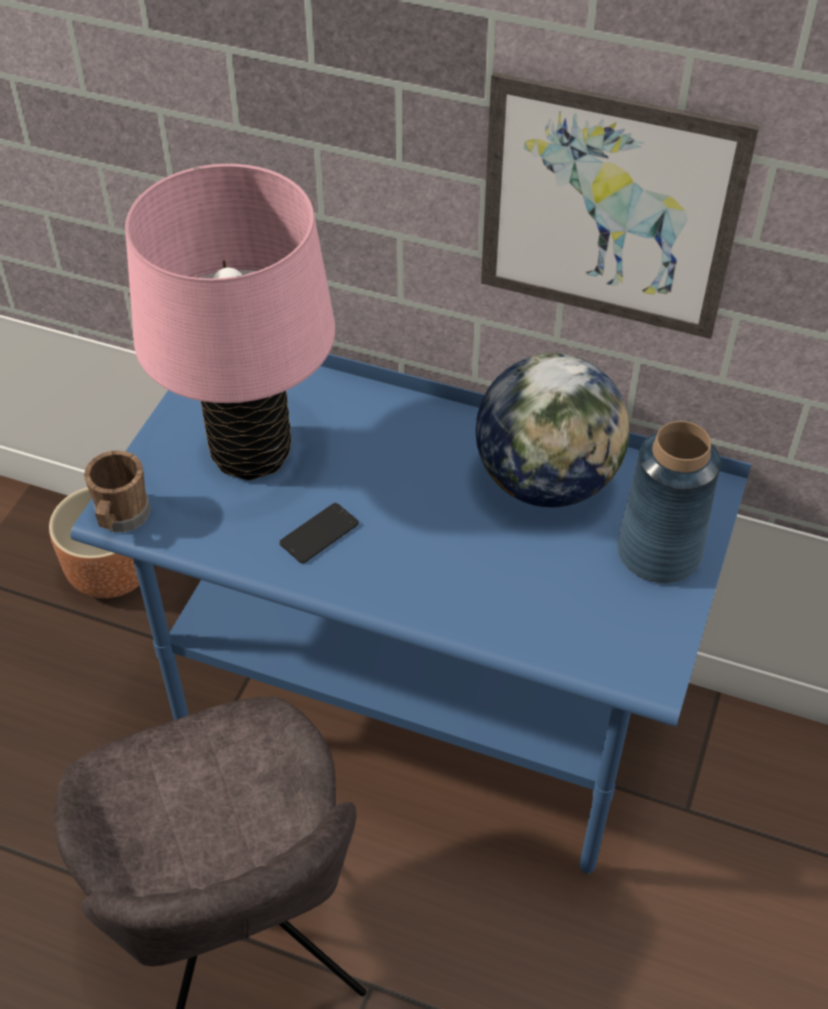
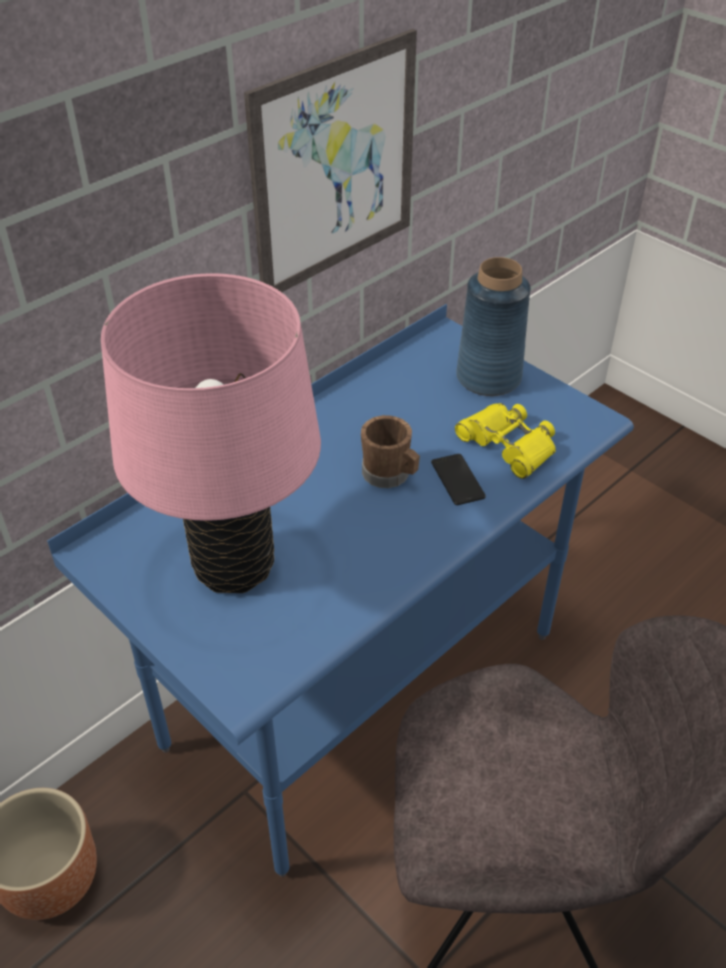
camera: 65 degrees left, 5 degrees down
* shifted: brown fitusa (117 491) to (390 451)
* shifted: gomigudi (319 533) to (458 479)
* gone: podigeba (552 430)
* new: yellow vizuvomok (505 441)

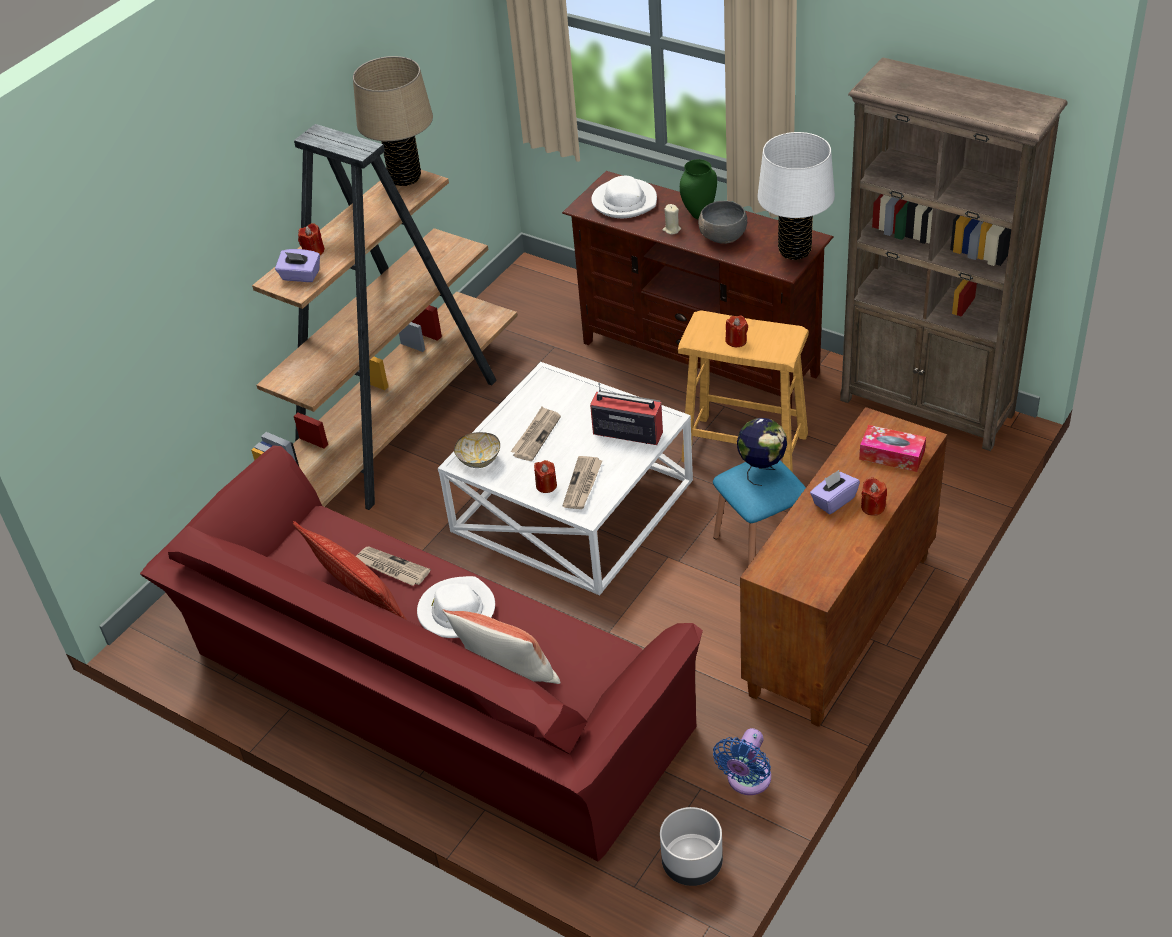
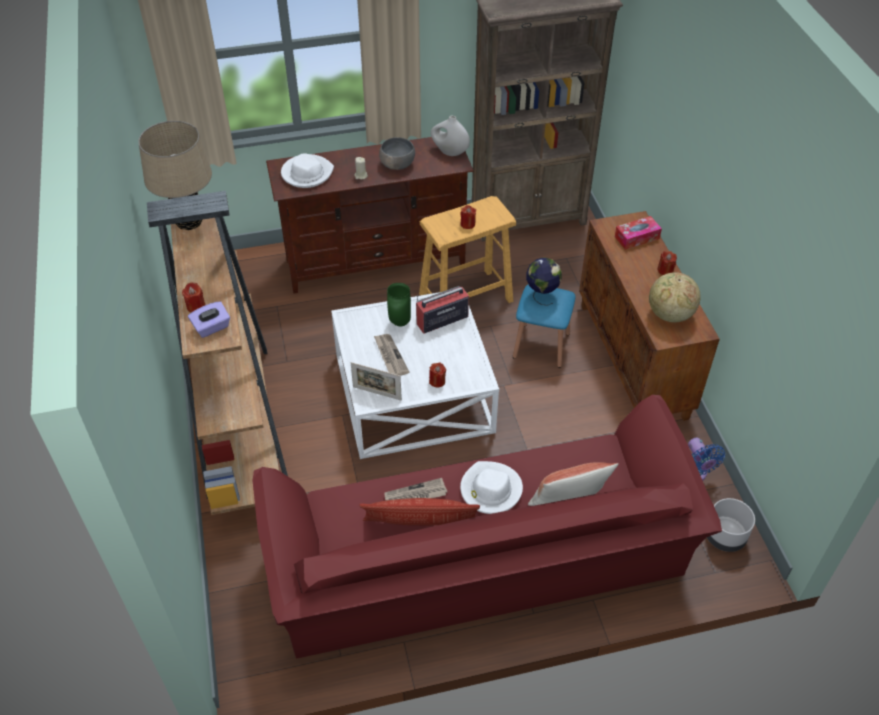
camera: 50 degrees left, 5 degrees up
* swapped: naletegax (477 450) to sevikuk (376 381)
* gone: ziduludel (582 482)
* shifted: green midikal (698 189) to (399 304)
* swapped: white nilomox (796 196) to white midikal (450 135)
* gone: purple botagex (835 492)
* new: podigeba (675 297)

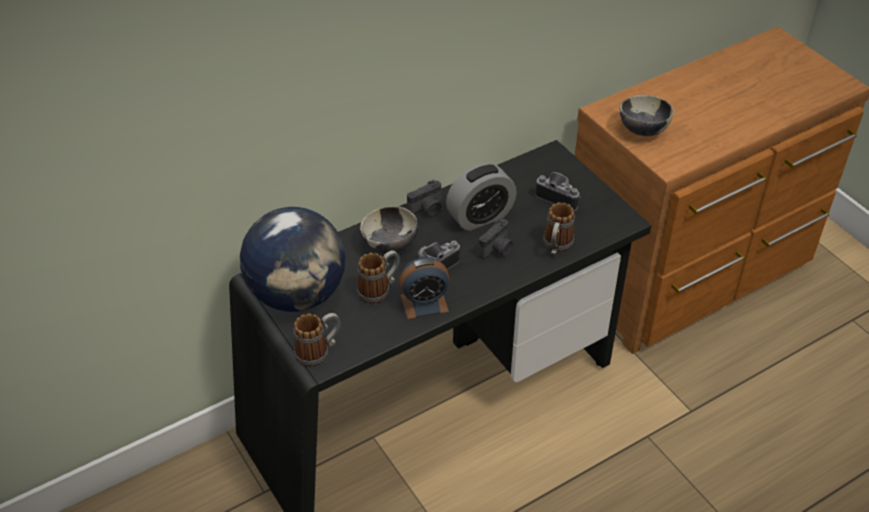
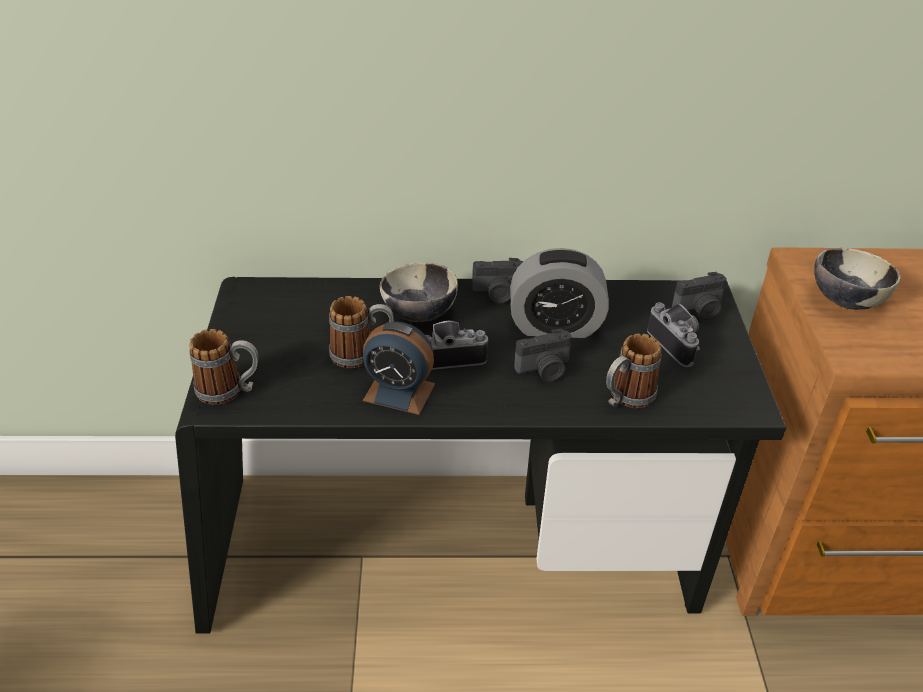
camera: 30 degrees right, 5 degrees down
* gone: podigeba (293 259)
* new: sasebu (699 296)

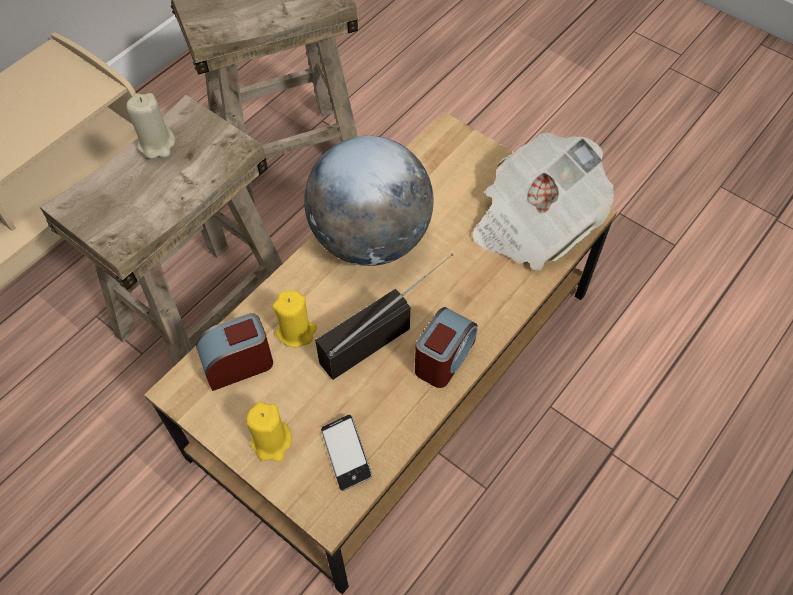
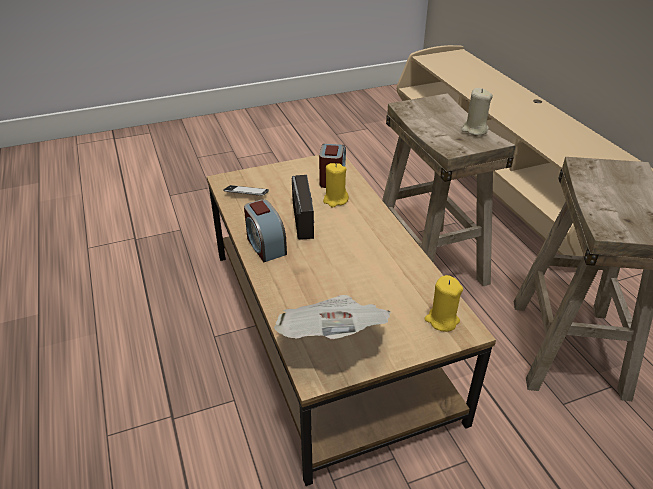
camera: 120 degrees right, 20 degrees down
* shifted: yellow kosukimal (269 432) to (444 303)
* gone: podigeba (369 201)

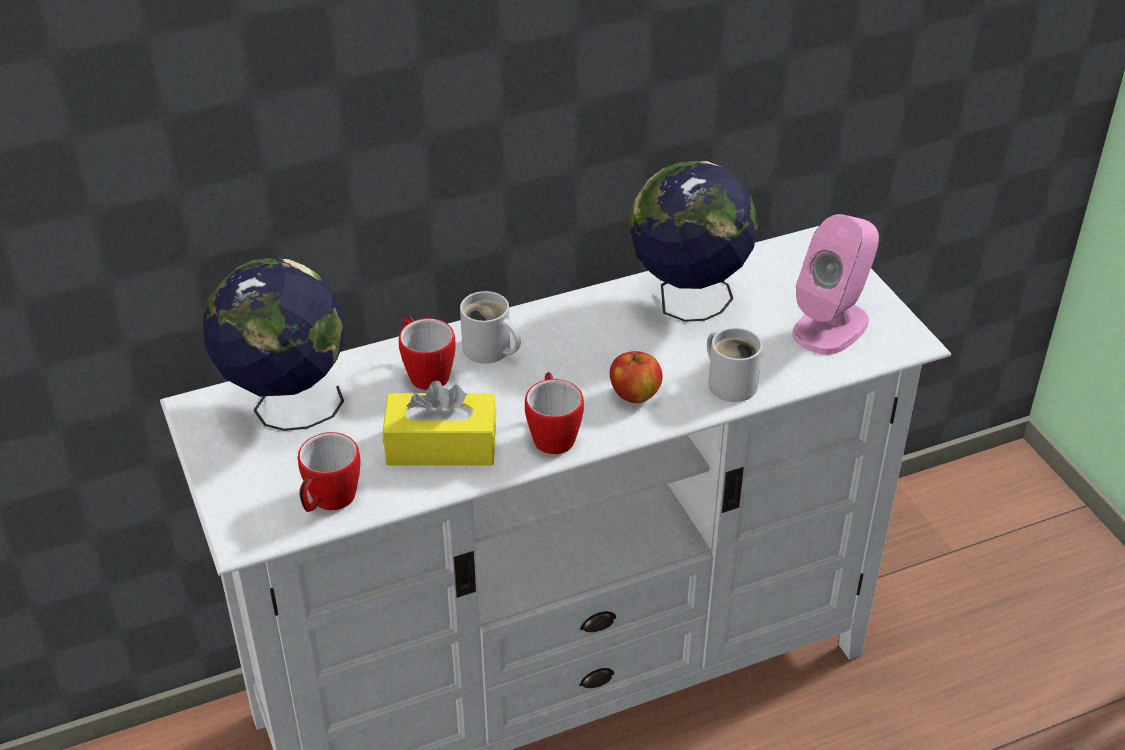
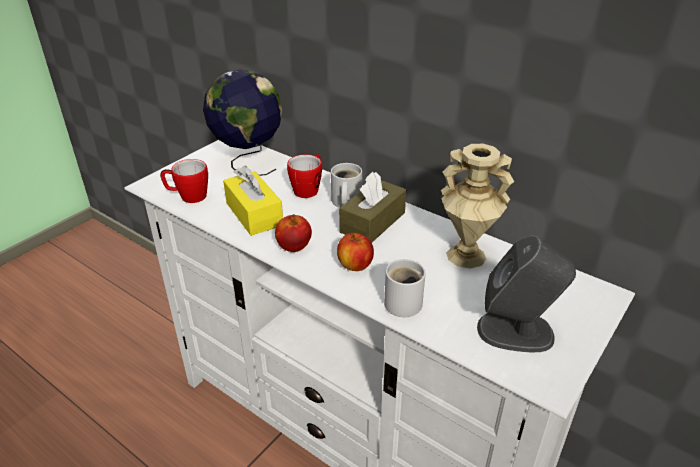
camera: 60 degrees right, 5 degrees down
* swapped: fitusa (554 413) to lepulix (293 233)
* swapped: podigeba (693 241) to beige midikal (477 206)
* repainted: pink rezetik (835 284) to grey rezetik (526 293)
* new: brown botagex (372 207)

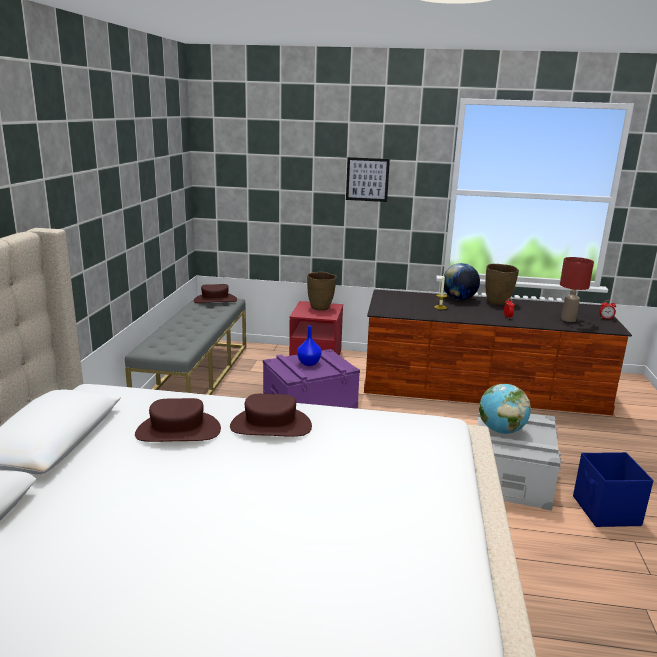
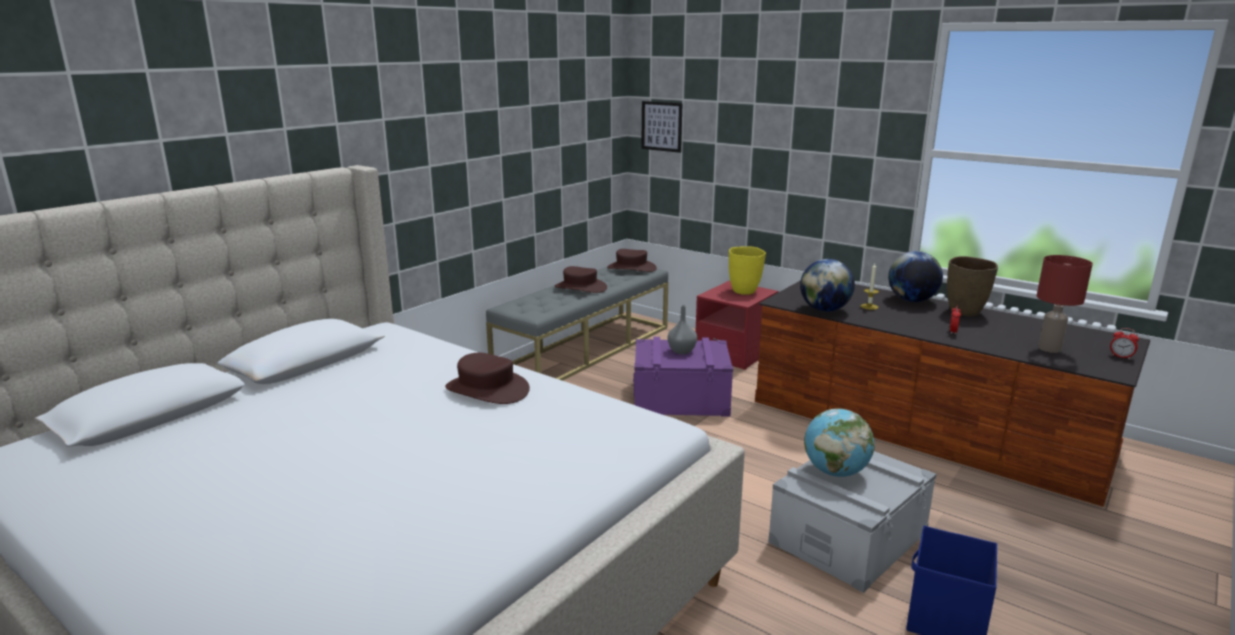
camera: 30 degrees right, 0 degrees up
* shifted: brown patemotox (178 420) to (581 279)
* repainted: blue midikal (309 346) to grey midikal (682 329)
* repainted: brown midikal (322 291) to yellow midikal (747 270)
* shifted: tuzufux (368 179) to (662 127)
* new: podigeba (827 285)

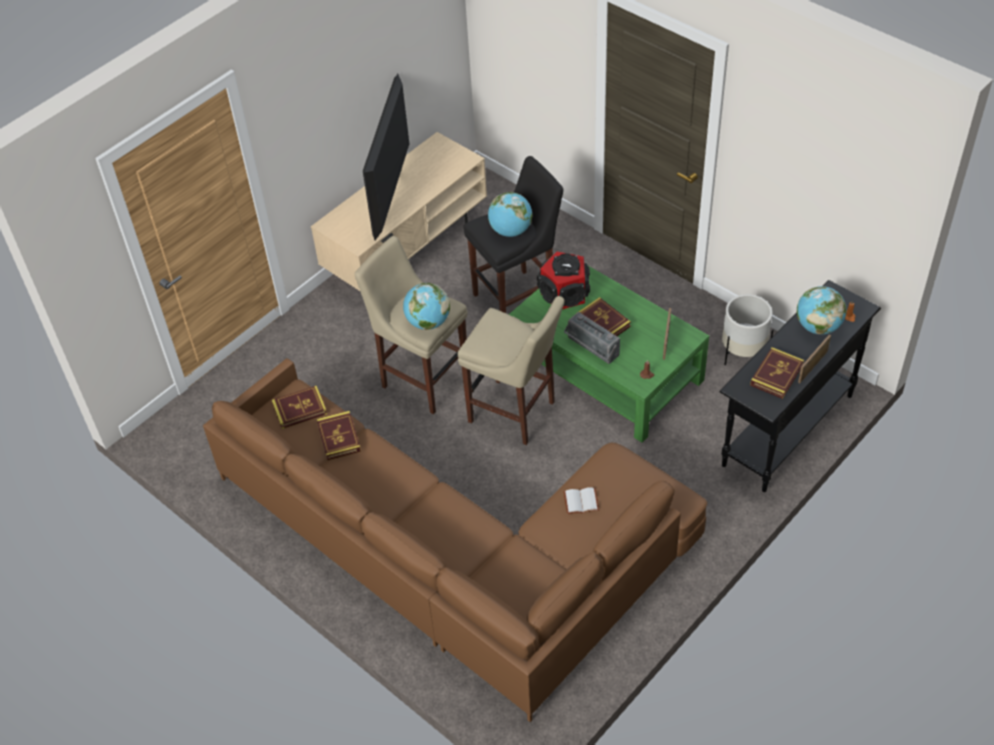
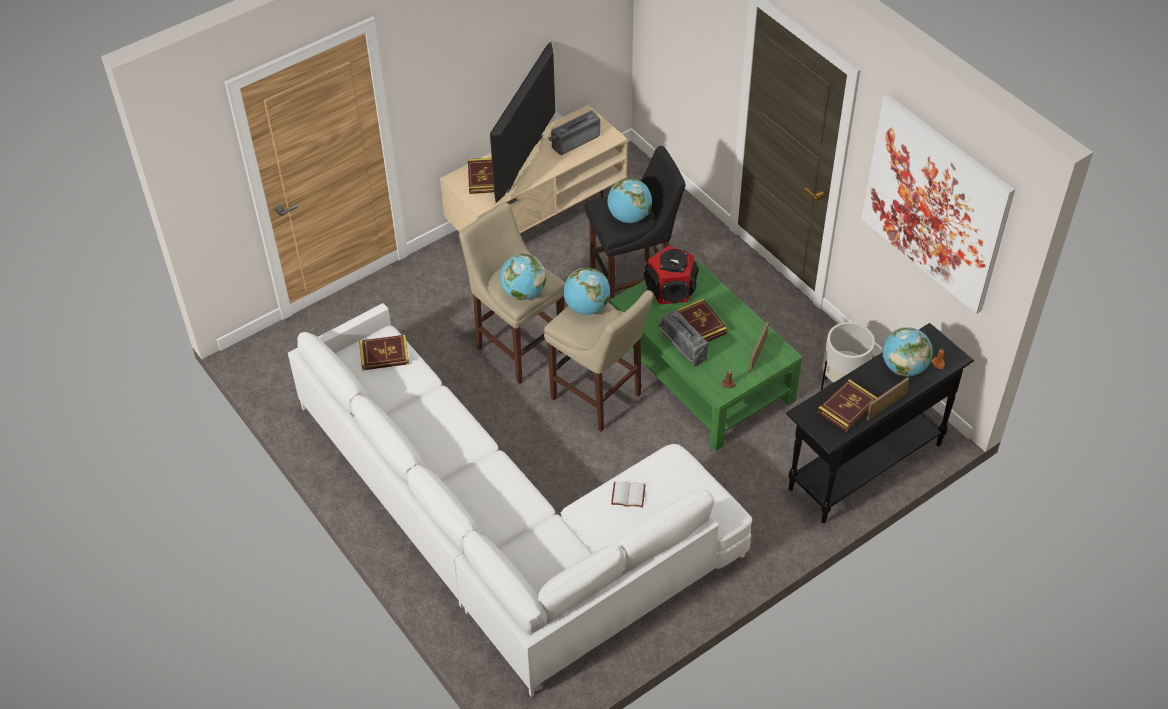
camera: 10 degrees right, 0 degrees up
* repainted: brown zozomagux (455 540) to white zozomagux (520 500)
* shifted: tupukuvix (339 435) to (481 176)
* new: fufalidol (574 132)
* new: podigeba (586 291)
* new: tuzufux (938 204)

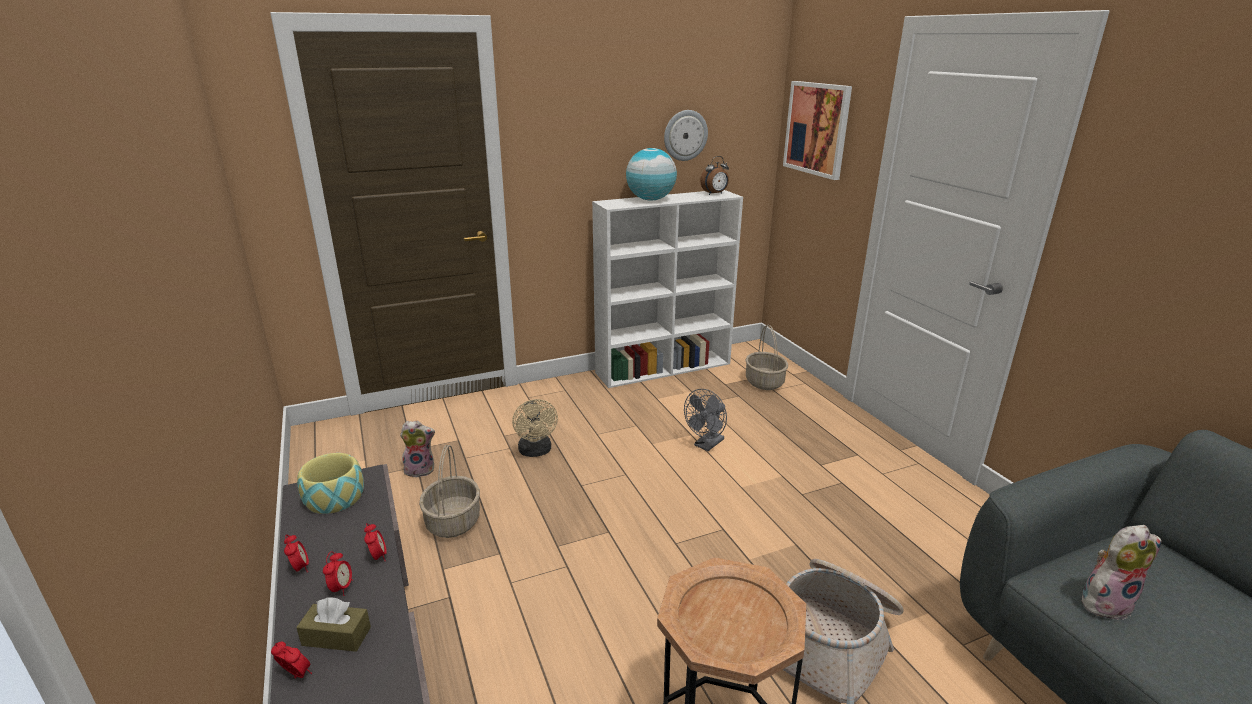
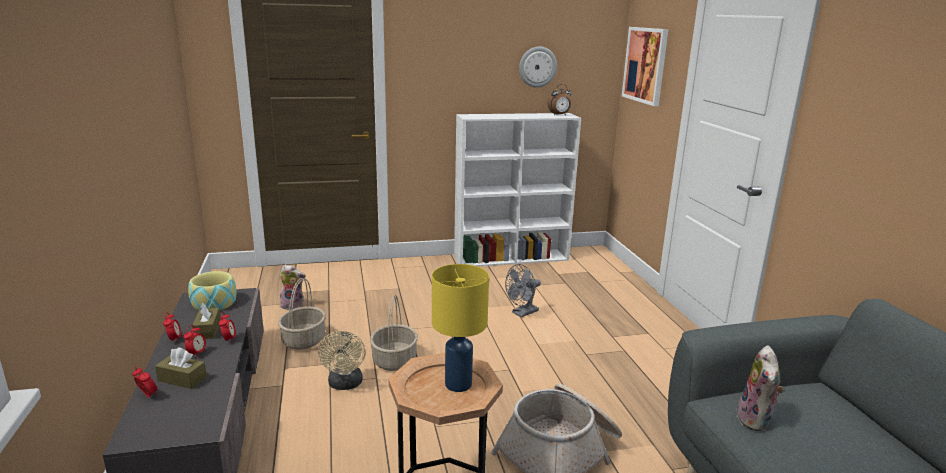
camera: 10 degrees right, 5 degrees down
* shifted: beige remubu (535 428) to (341 360)
* gone: podigeba (651 174)
* shifted: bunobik (766 357) to (394 333)
* rotated: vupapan (1121 572) = (760 389) 105 degrees clockwise
* new: brown botagex (206 321)
* new: yellow nilomox (460 328)

